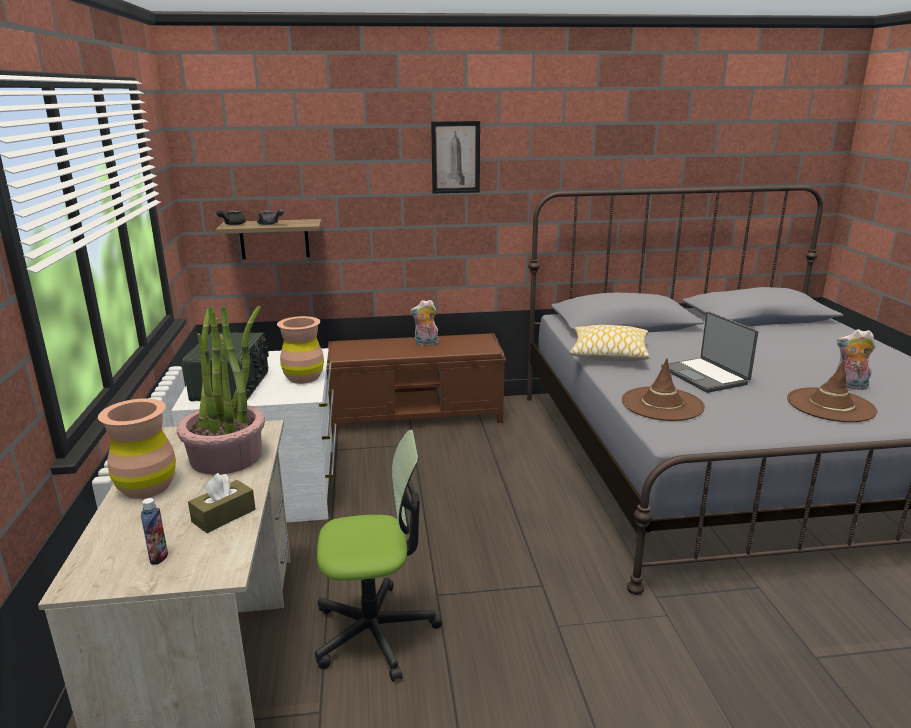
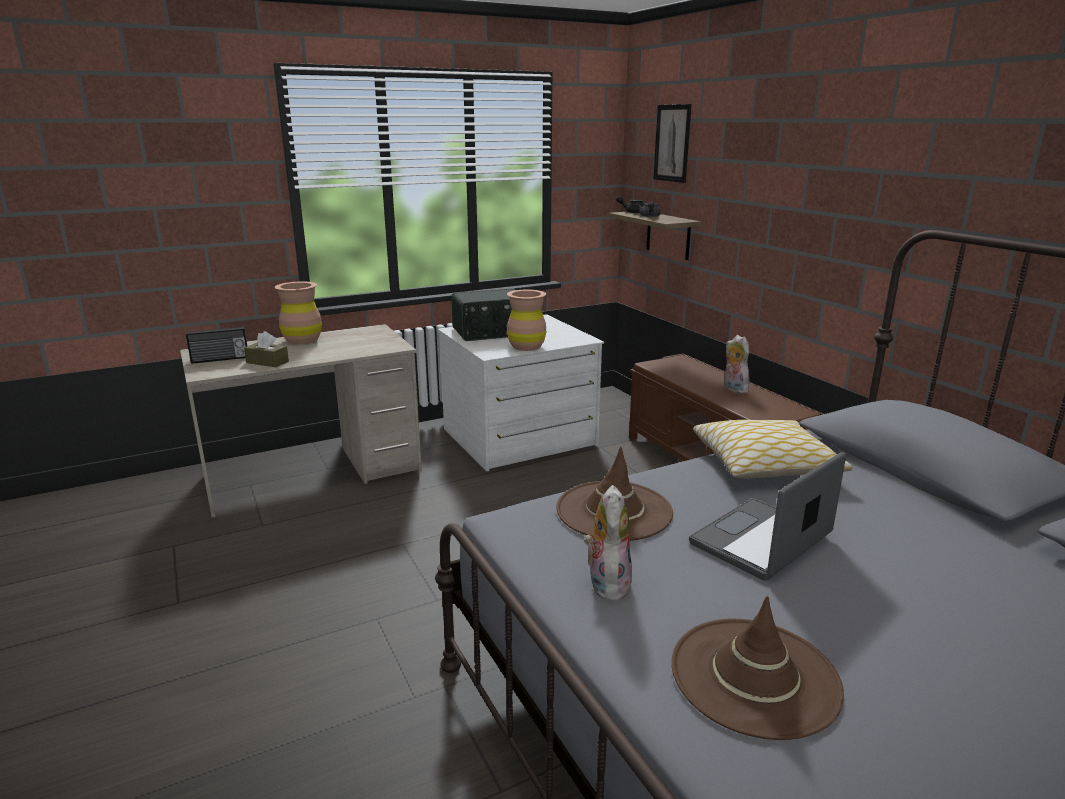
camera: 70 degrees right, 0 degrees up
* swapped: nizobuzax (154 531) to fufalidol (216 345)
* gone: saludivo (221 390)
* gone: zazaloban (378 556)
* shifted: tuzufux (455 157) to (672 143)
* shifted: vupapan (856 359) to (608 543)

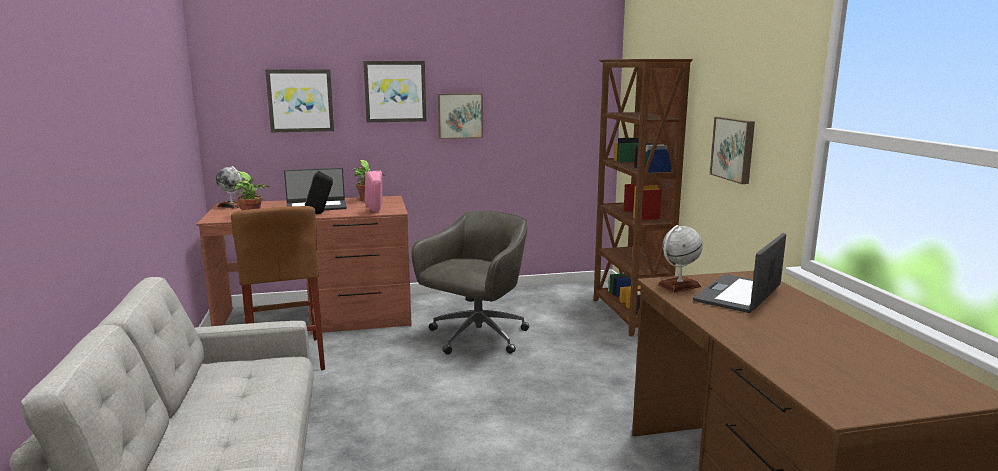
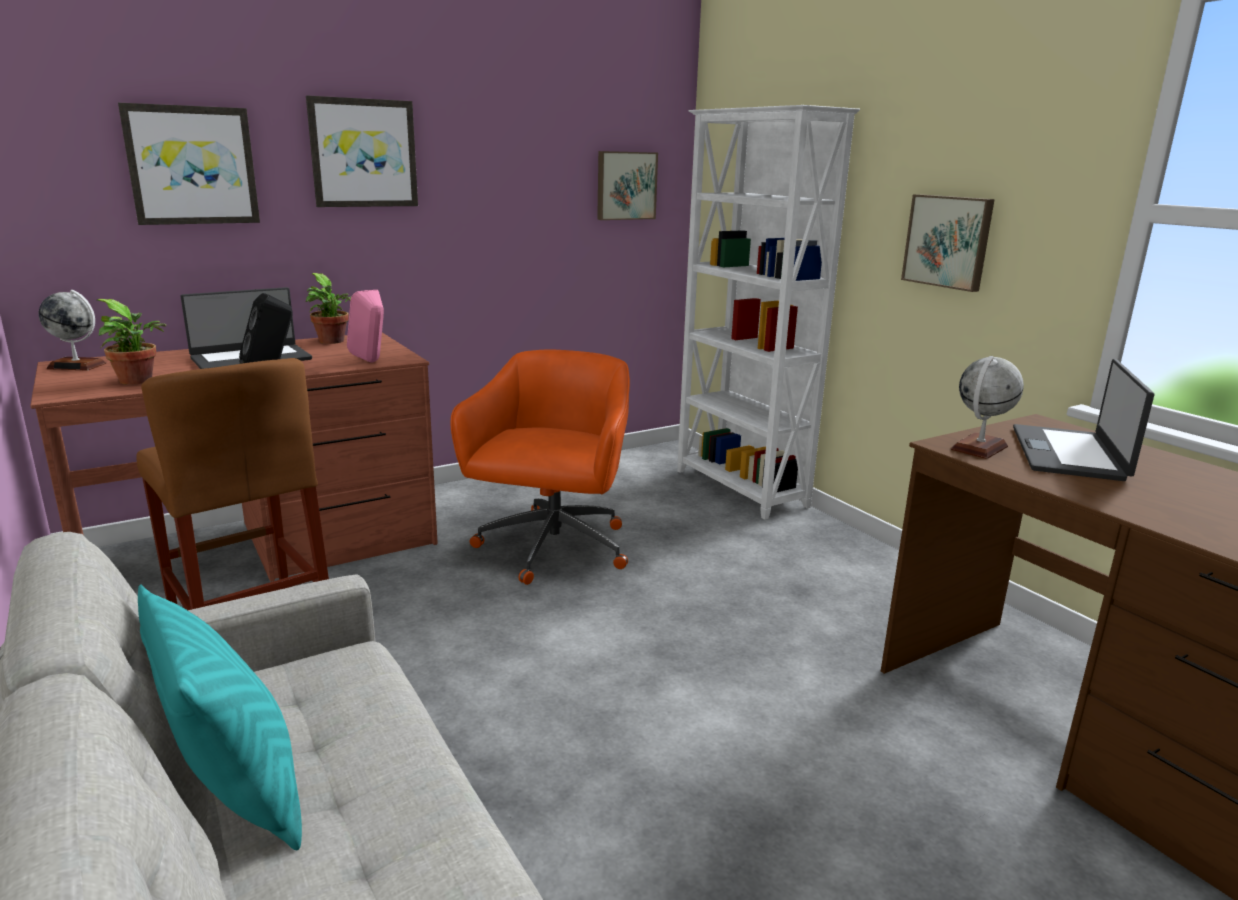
camera: 20 degrees left, 5 degrees up
* repainted: grey zazaloban (470 283) to orange zazaloban (540 467)
* shifted: tuzufux (460 116) to (627 185)
* repainted: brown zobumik (643 198) to white zobumik (768 312)
* new: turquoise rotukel (220 717)

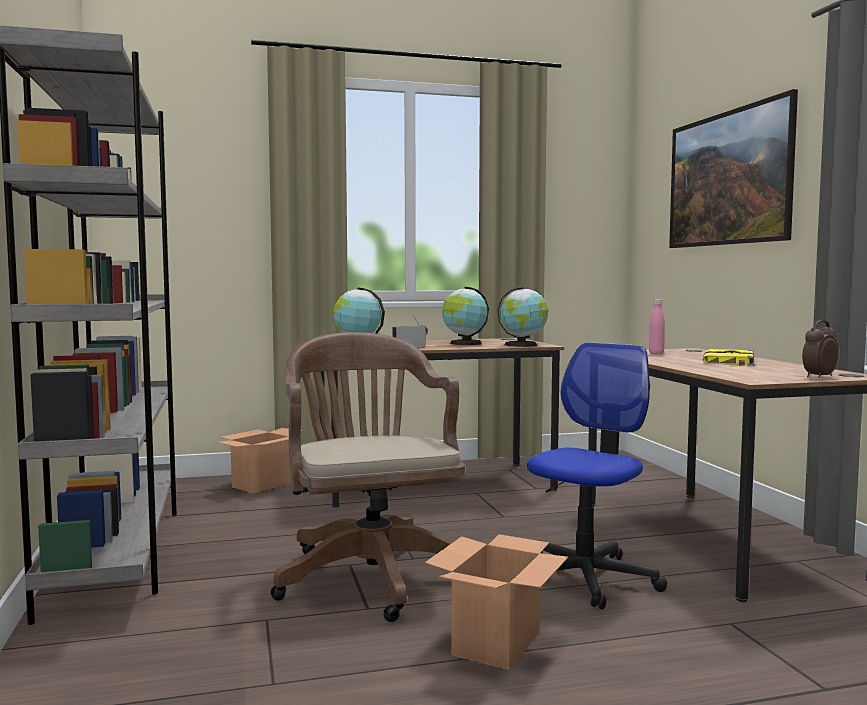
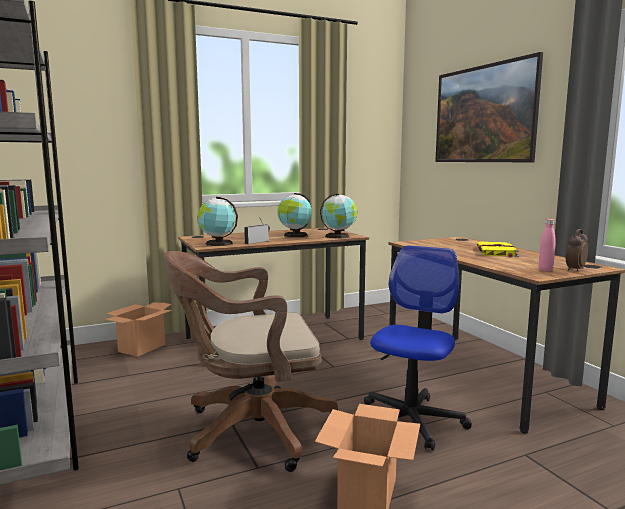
camera: 10 degrees left, 5 degrees up
* rotated: brown zazaloban (368 477) = (251 361) 75 degrees counterclockwise
* shifted: pink nizobuzax (657 327) to (547 245)

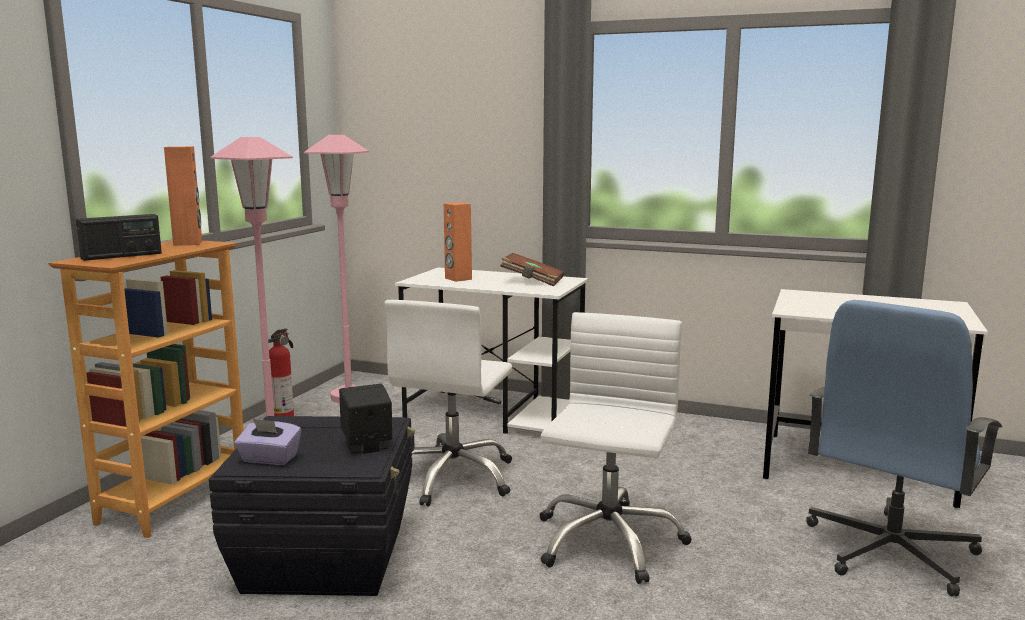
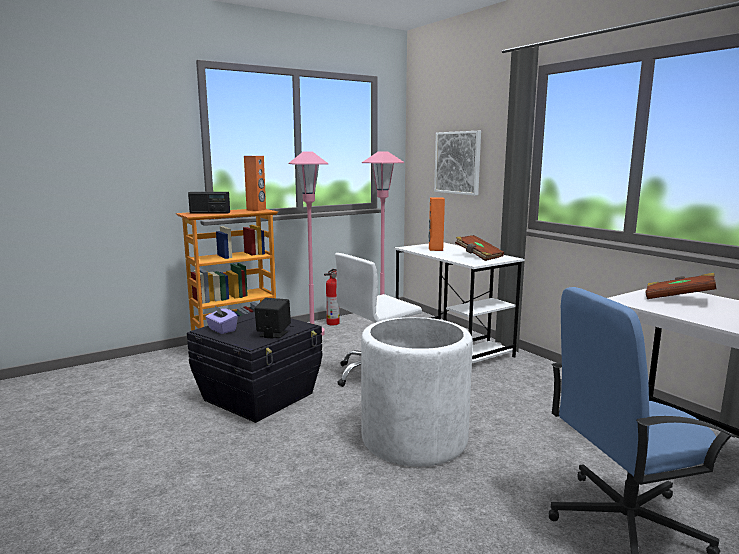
camera: 35 degrees right, 0 degrees up
* swapped: white zazaloban (616 448) to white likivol (417 392)
* new: tuzufux (457 163)
* new: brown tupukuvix (681 286)

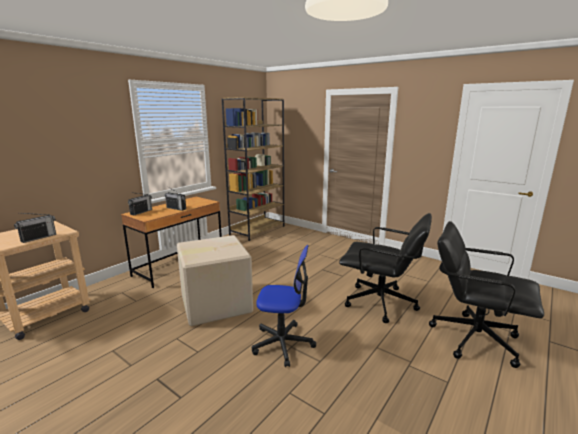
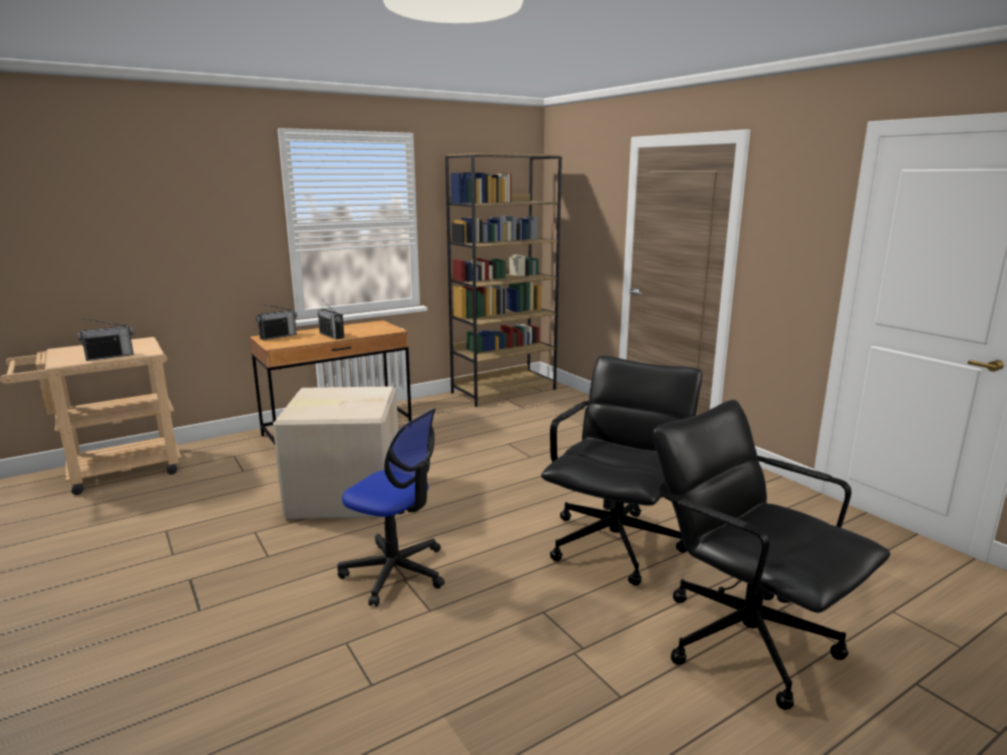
camera: 20 degrees right, 0 degrees up
* rotated: black zazaloban (385 268) = (622 471) 105 degrees counterclockwise

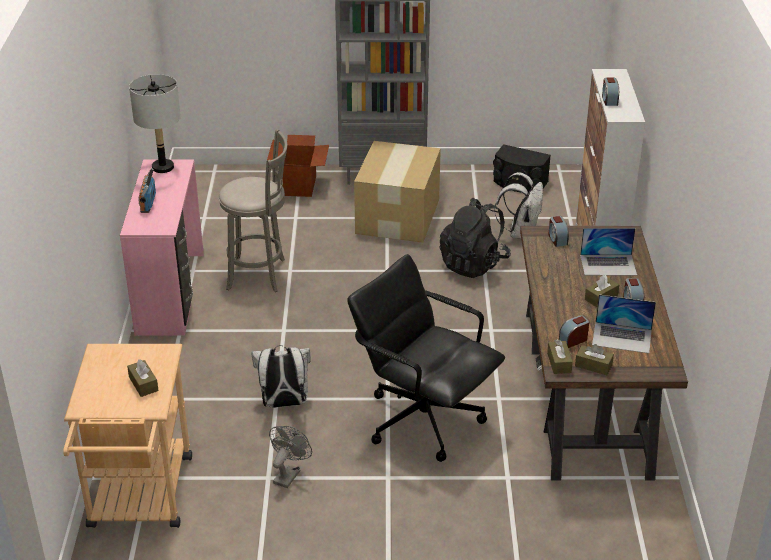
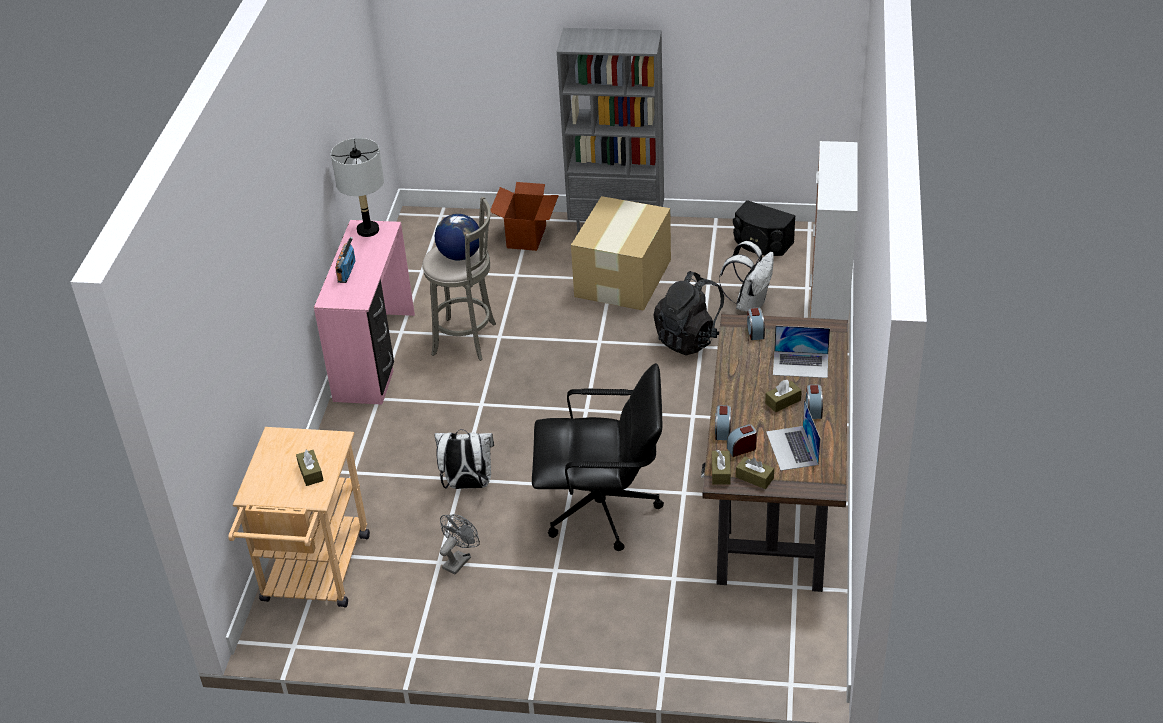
camera: 10 degrees right, 5 degrees up
* rotated: black zazaloban (426 358) = (598 457) 135 degrees clockwise
* rotated: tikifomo (624 323) = (793 435) 60 degrees clockwise
* shifted: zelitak (610 91) to (723 422)
* new: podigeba (457 237)

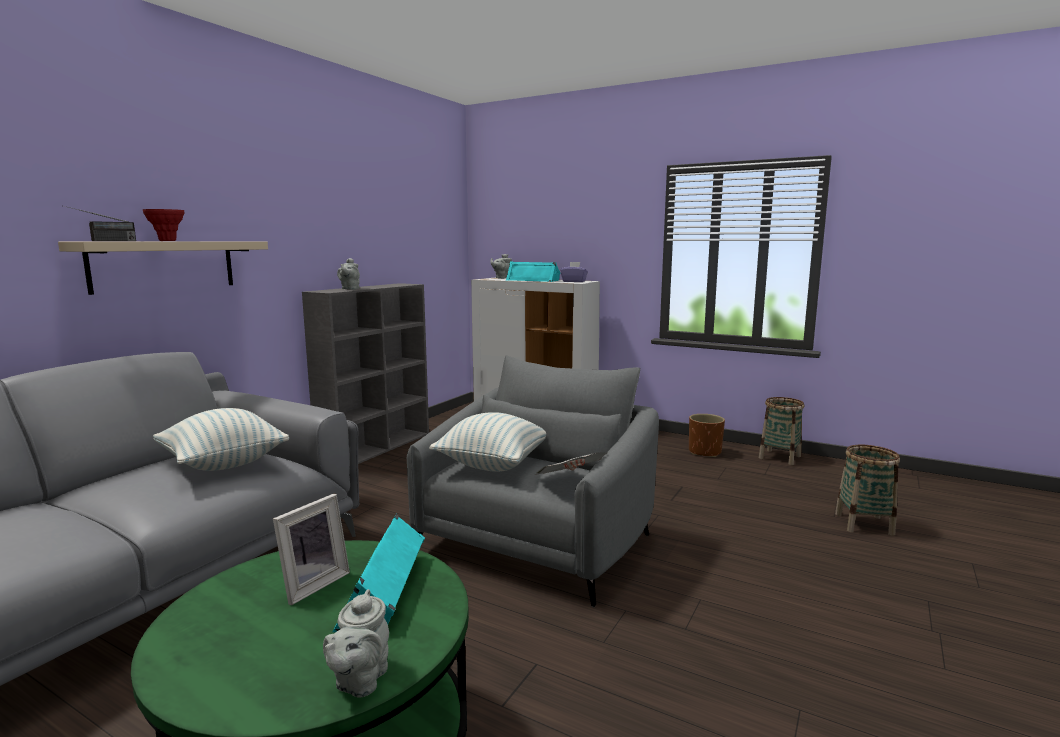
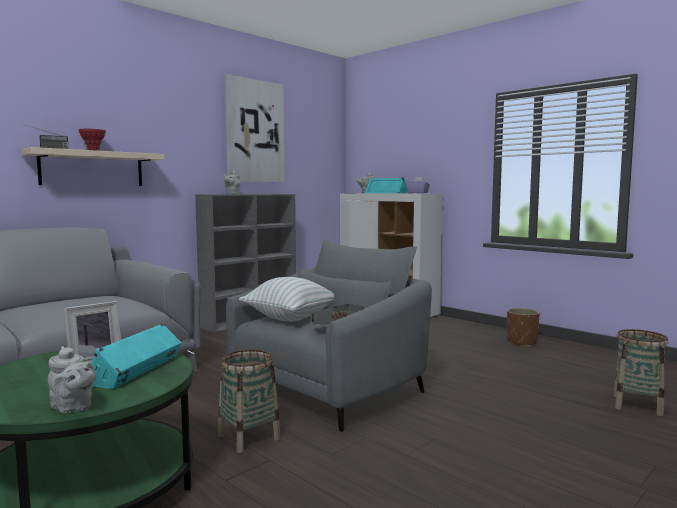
camera: 15 degrees right, 5 degrees down
* gone: rotukel (221 439)
* rotated: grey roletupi (356 643) = (72 380) 75 degrees counterclockwise
* shifted: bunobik (781 431) to (249 401)
* new: tuzufux (255 128)

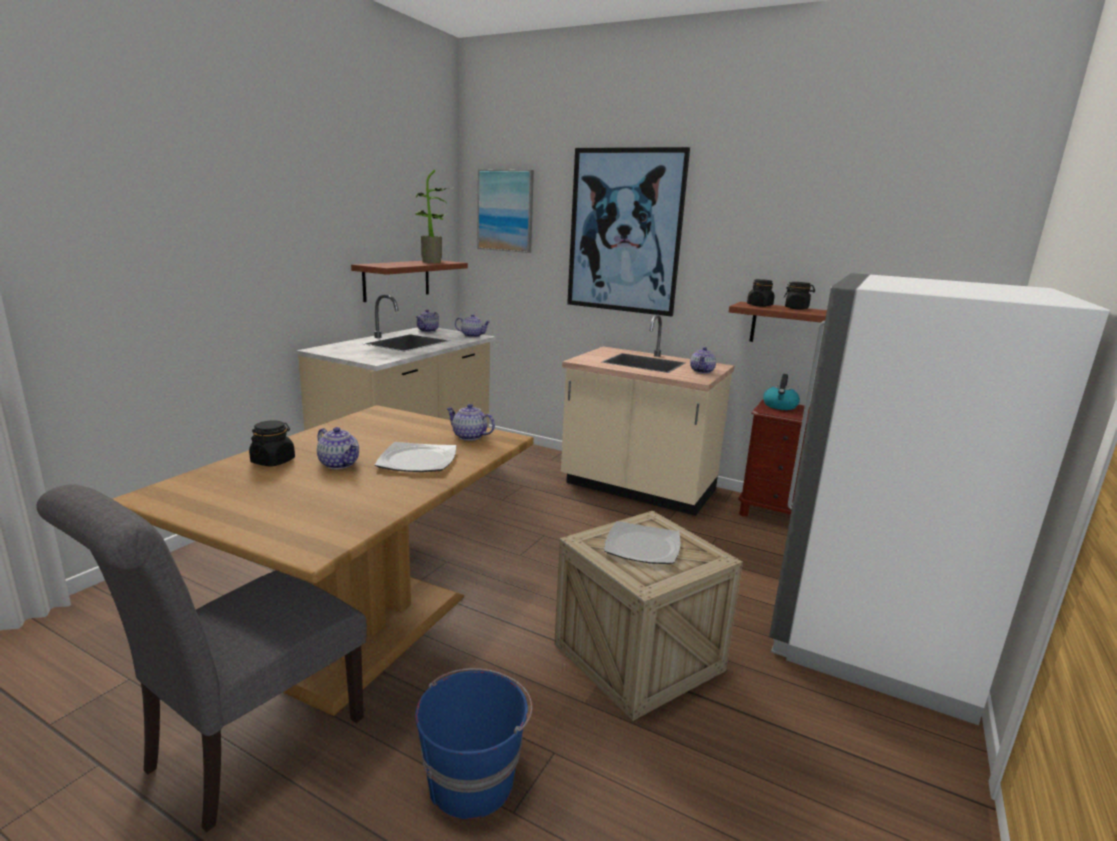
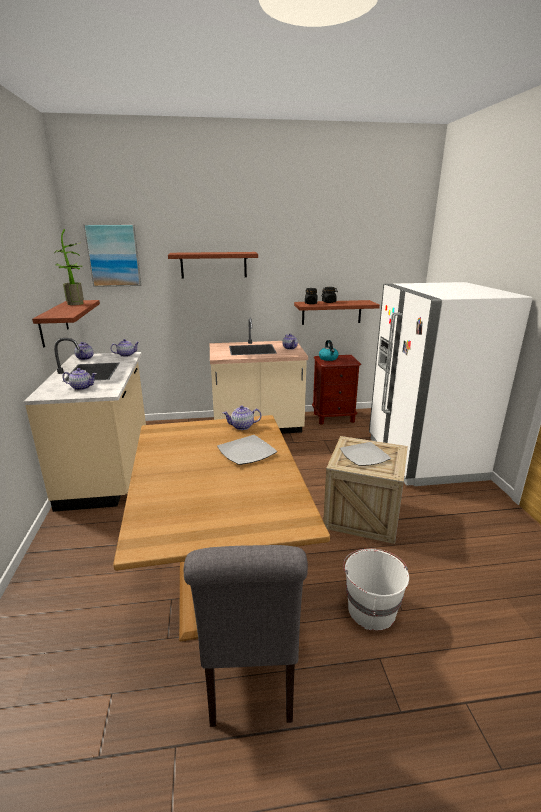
camera: 35 degrees left, 5 degrees up
* gone: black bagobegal (272 443)
* shifted: roletupi (338 448) to (79 379)
* repainted: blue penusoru (473 743) to white penusoru (376 589)
* swapped: tuzufux (628 231) to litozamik (213 265)

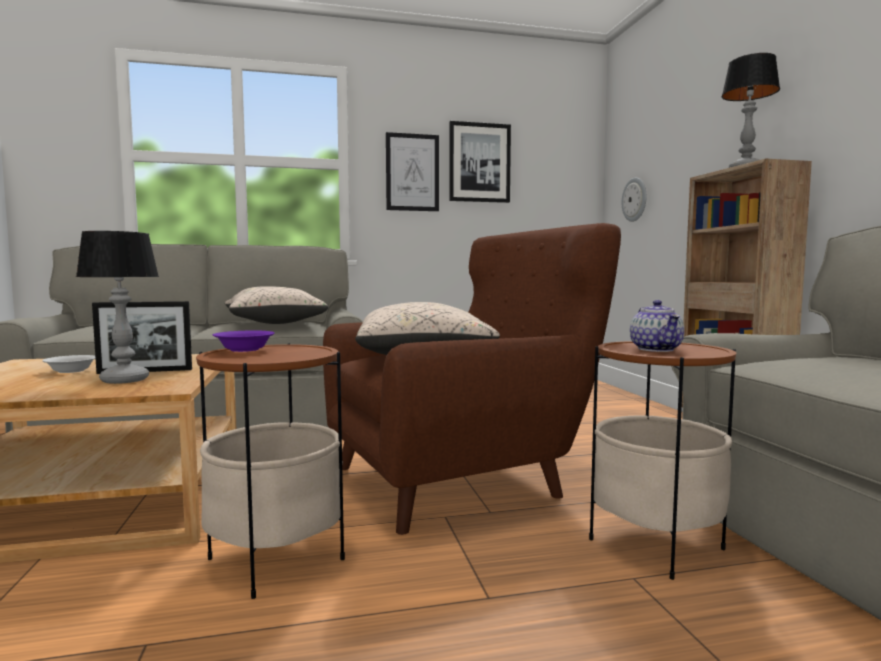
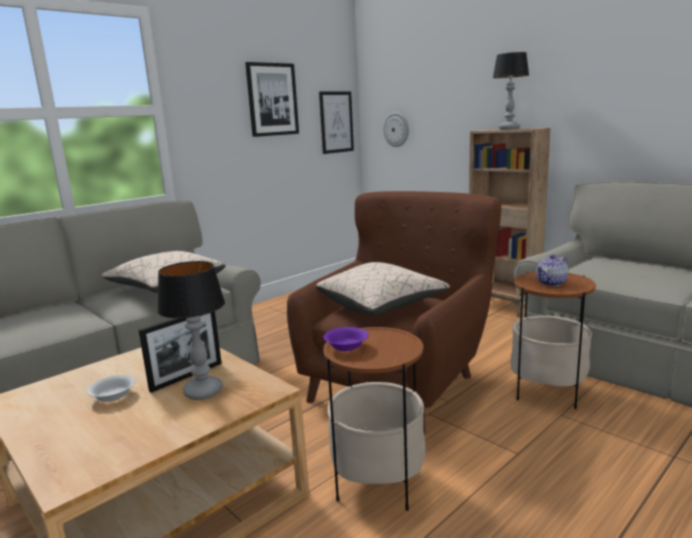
camera: 30 degrees left, 10 degrees up
* shifted: tuzufux (412 171) to (336 122)
* rotated: roletupi (657 326) = (552 270) 90 degrees clockwise

